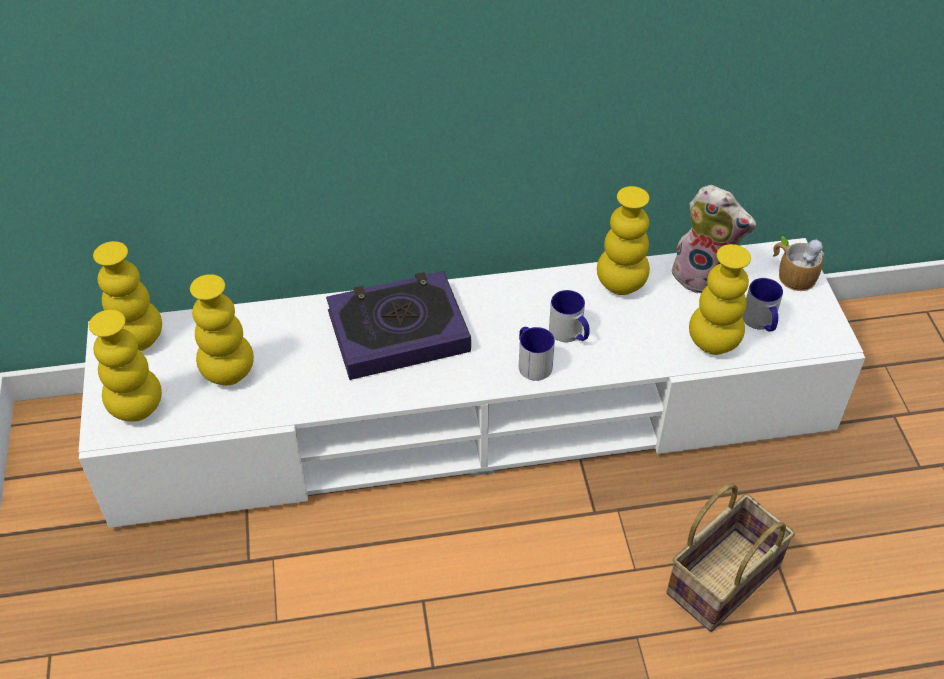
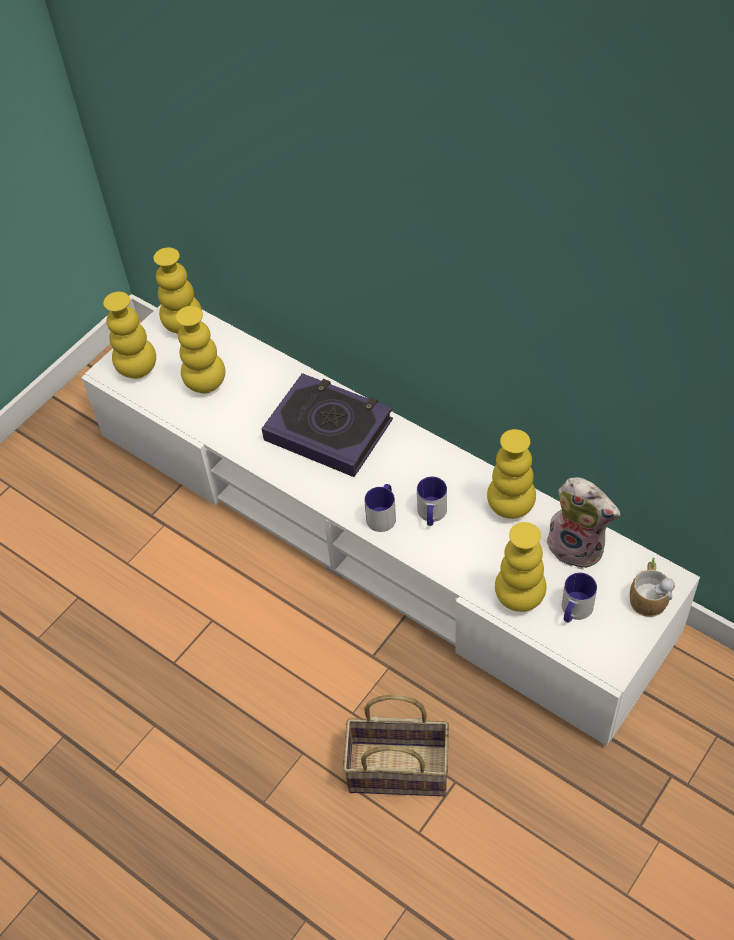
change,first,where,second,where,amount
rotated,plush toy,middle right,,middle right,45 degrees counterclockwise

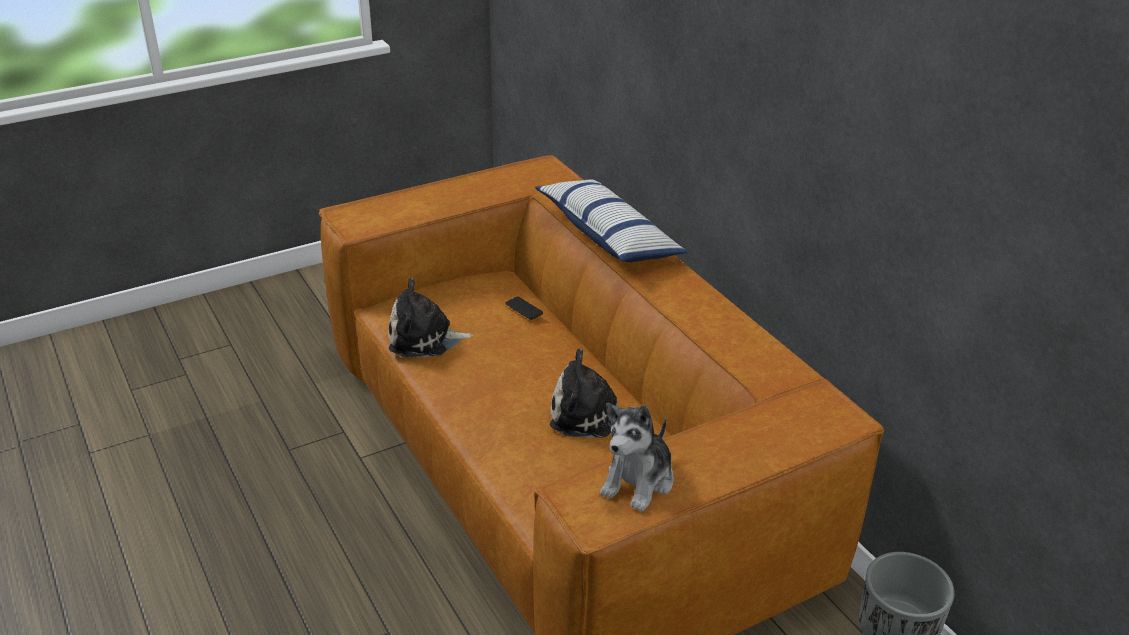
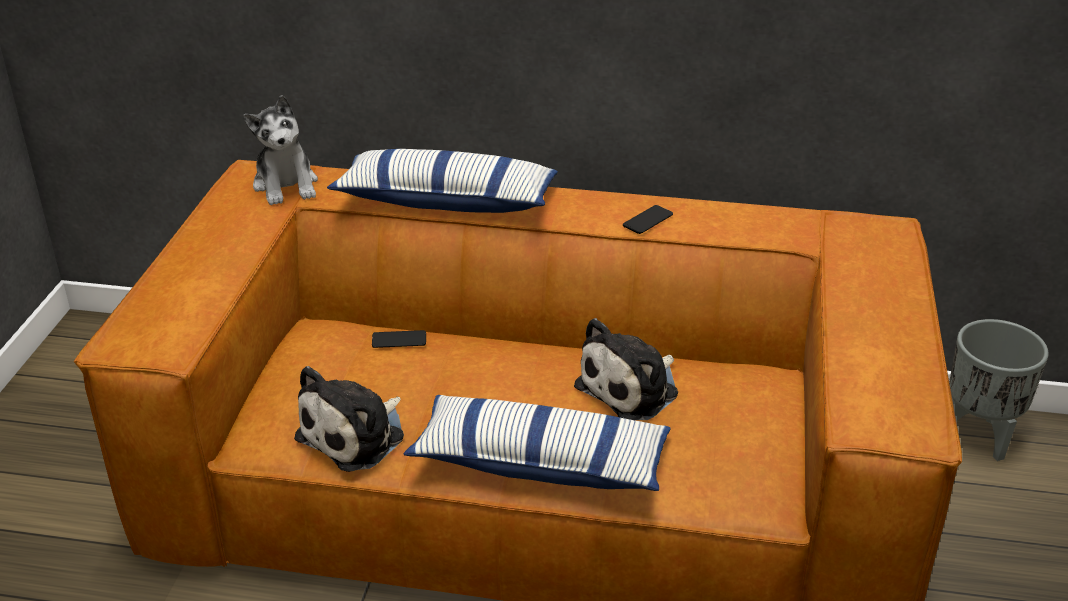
change,first,where,second,where,amount
shifted,plush toy (no. 3 from left in the first image),bottom centre,plush toy (no. 1 from left),top left,
new,,,pillow (no. 2 from left),bottom centre,
new,,,phone (no. 2 from left),centre,

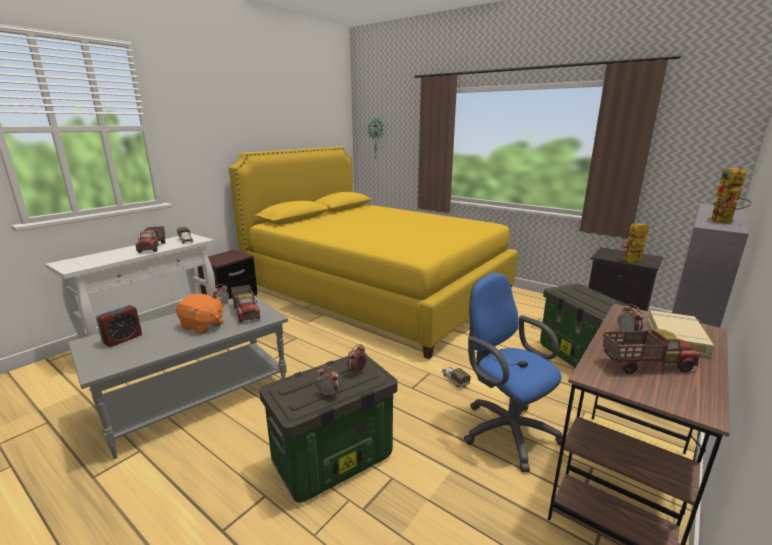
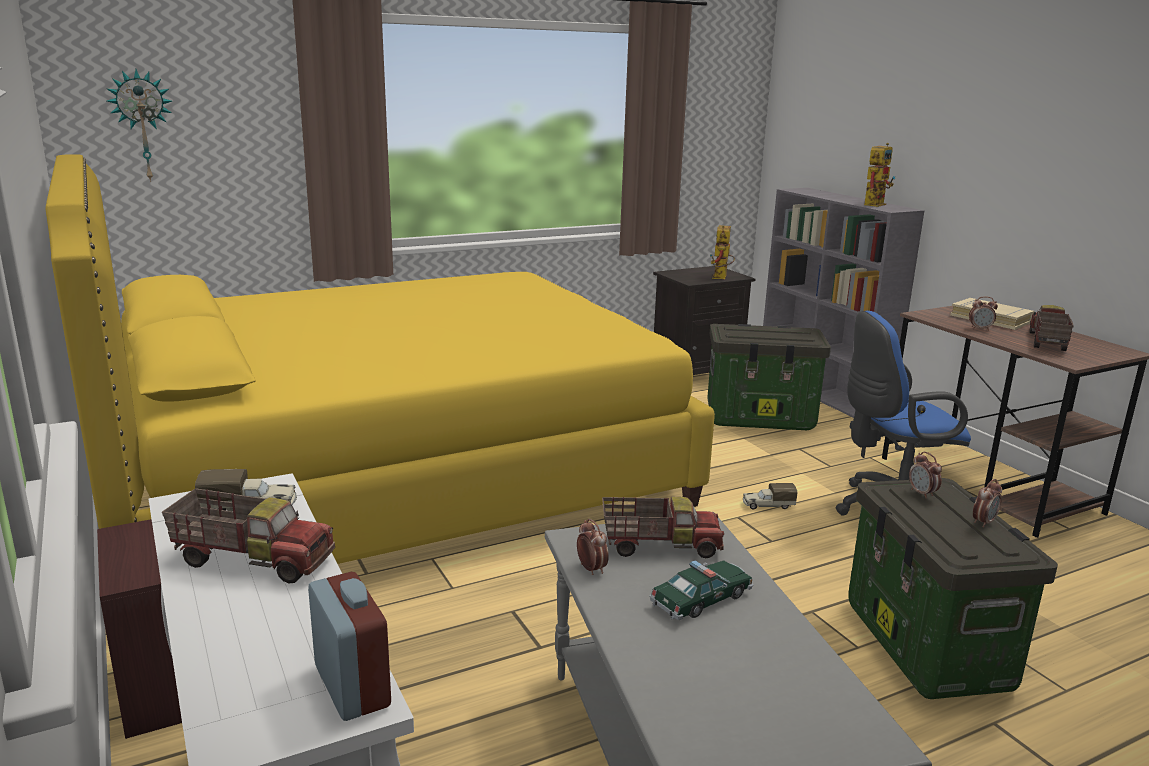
change,first,where,second,where,amount
shifted,alarm clock (no. 1 from left),middle left,,bottom left,
swapped,orange plush toy,middle left,toy car,bottom centre,
rotated,toy robot (no. 2 from left),middle right,,top right,90 degrees counterclockwise

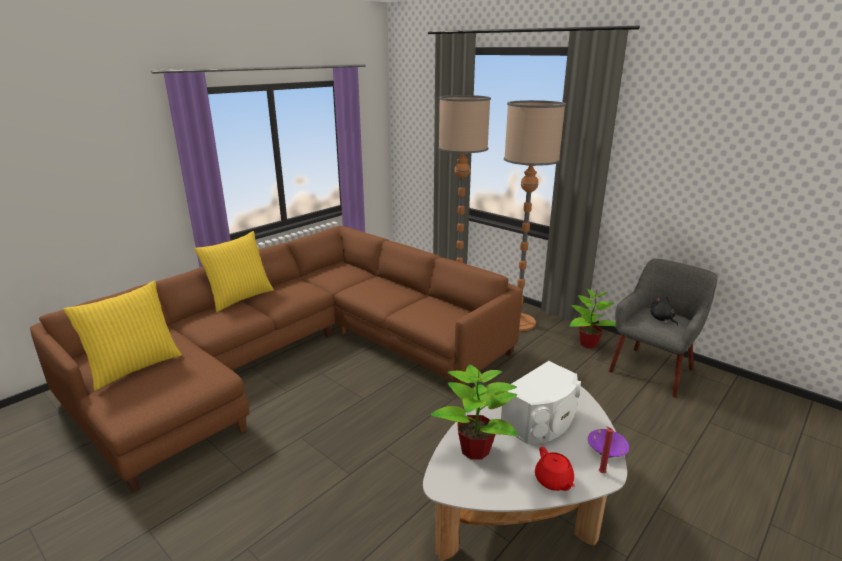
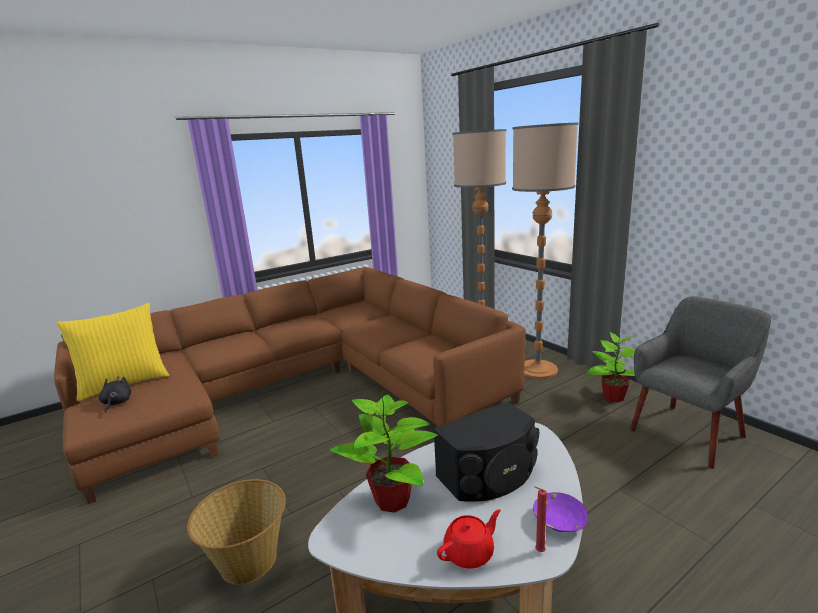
change,first,where,second,where,amount
gone,yellow pillow (no. 2 from left),middle left,,,
repainted,white speaker,bottom centre,black speaker,bottom centre,
rotated,red teapot,bottom centre,,bottom centre,120 degrees counterclockwise
shifted,black plush toy,middle right,,middle left,
new,,,basket,bottom left,

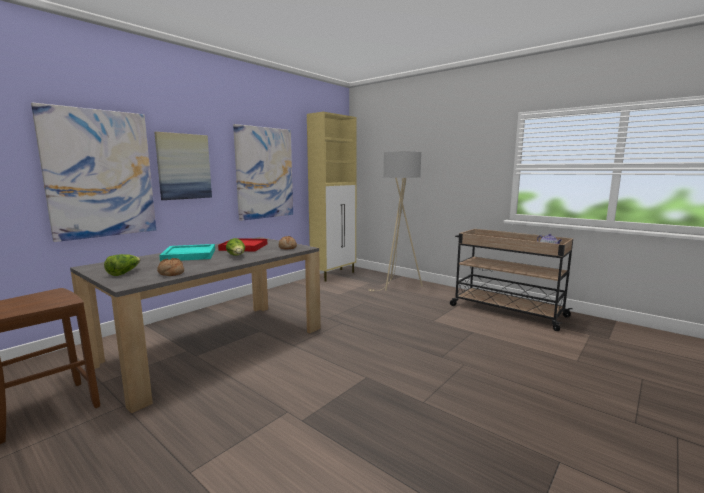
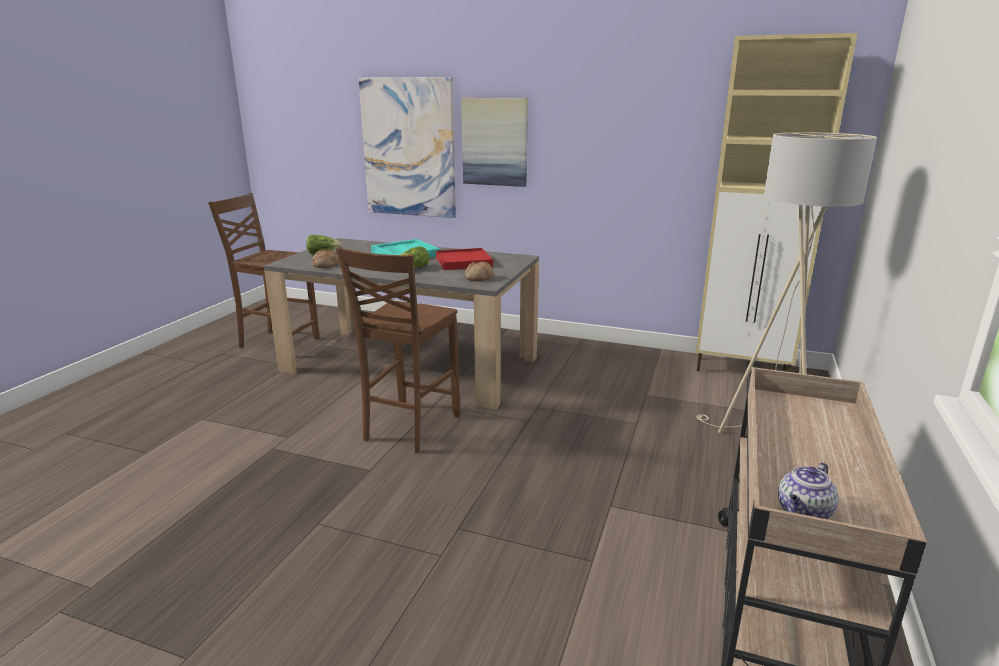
change,first,where,second,where,amount
gone,picture (no. 3 from left),centre,,,
new,,,brown chair (no. 2 from left),centre,

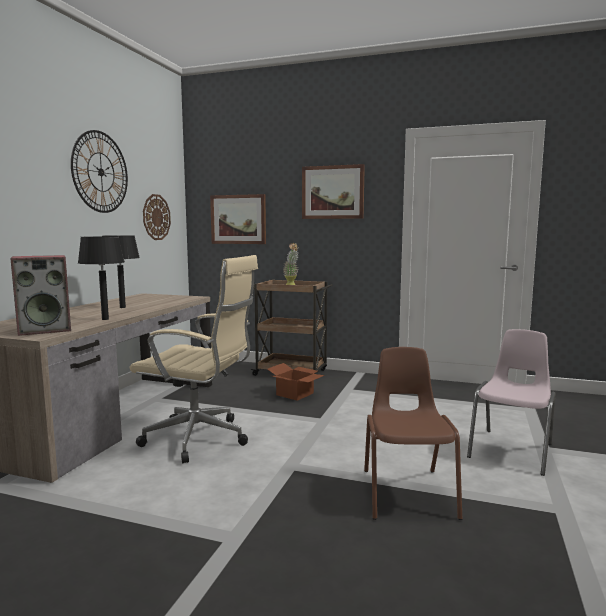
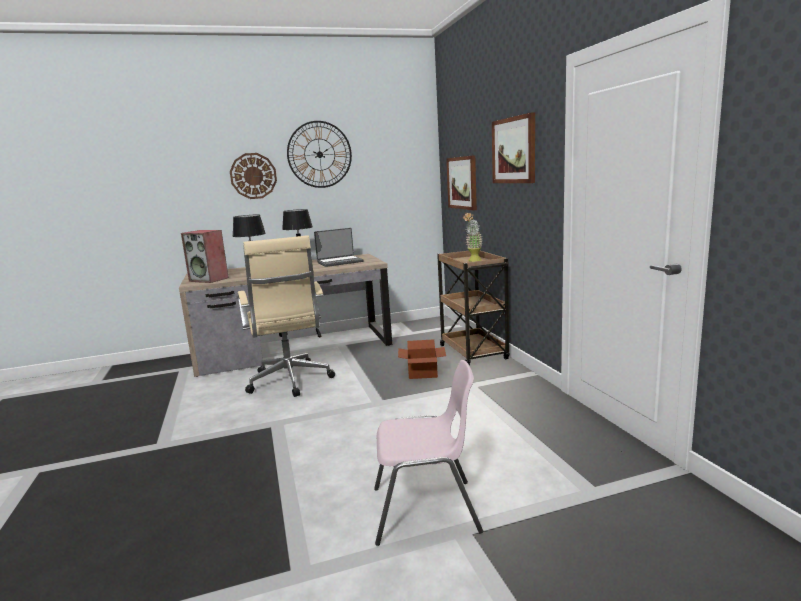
change,first,where,second,where,amount
shifted,wall clock (no. 2 from left in the first image),middle left,wall clock (no. 1 from left),top left,
gone,brown chair,bottom right,,,
new,,,laptop,centre,

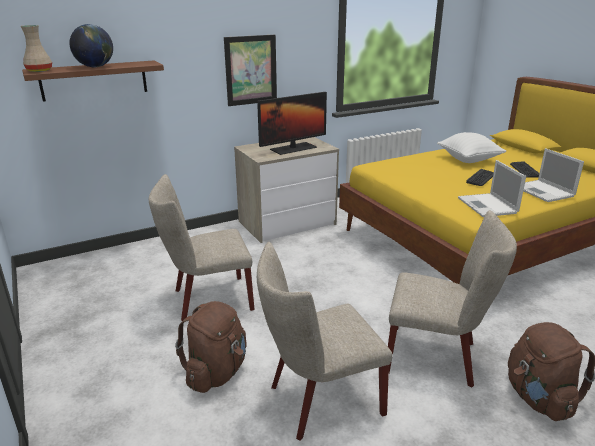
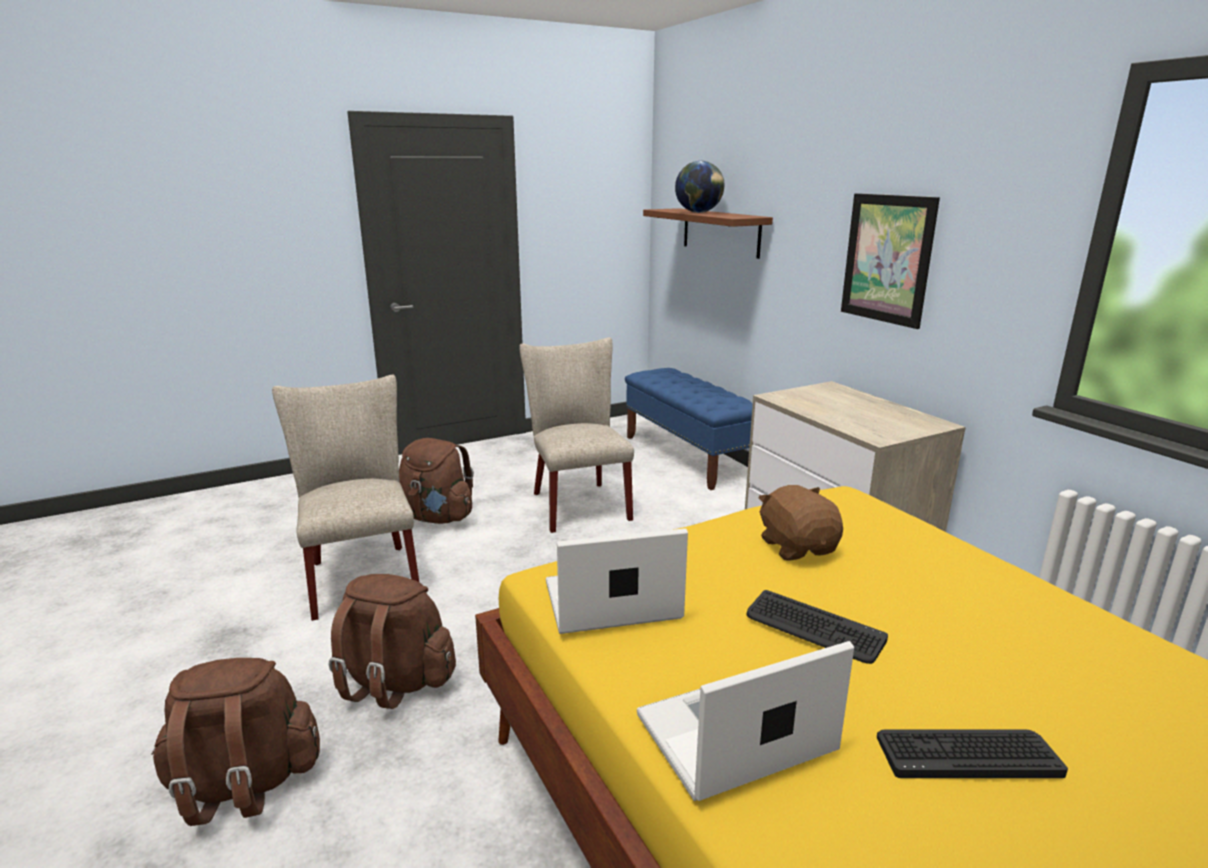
change,first,where,second,where,amount
gone,beige vase,top left,,,
gone,monitor,top centre,,,
swapped,beige chair (no. 3 from left),bottom right,brown backpack (no. 2 from left),bottom left,
gone,white pillow,top right,,,
new,,,blue bench,centre,
new,,,brown plush toy,centre,

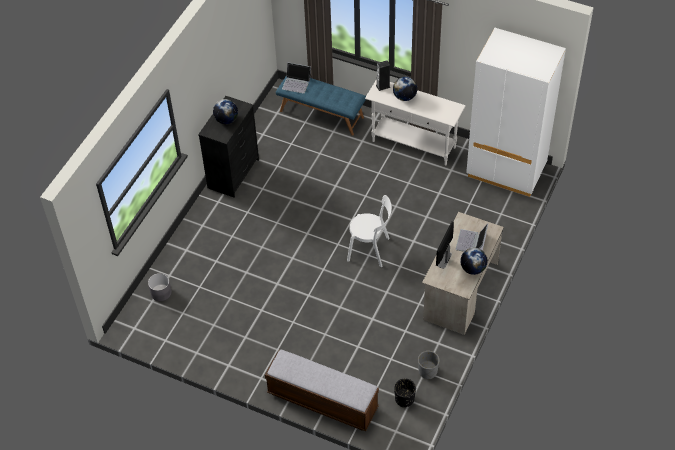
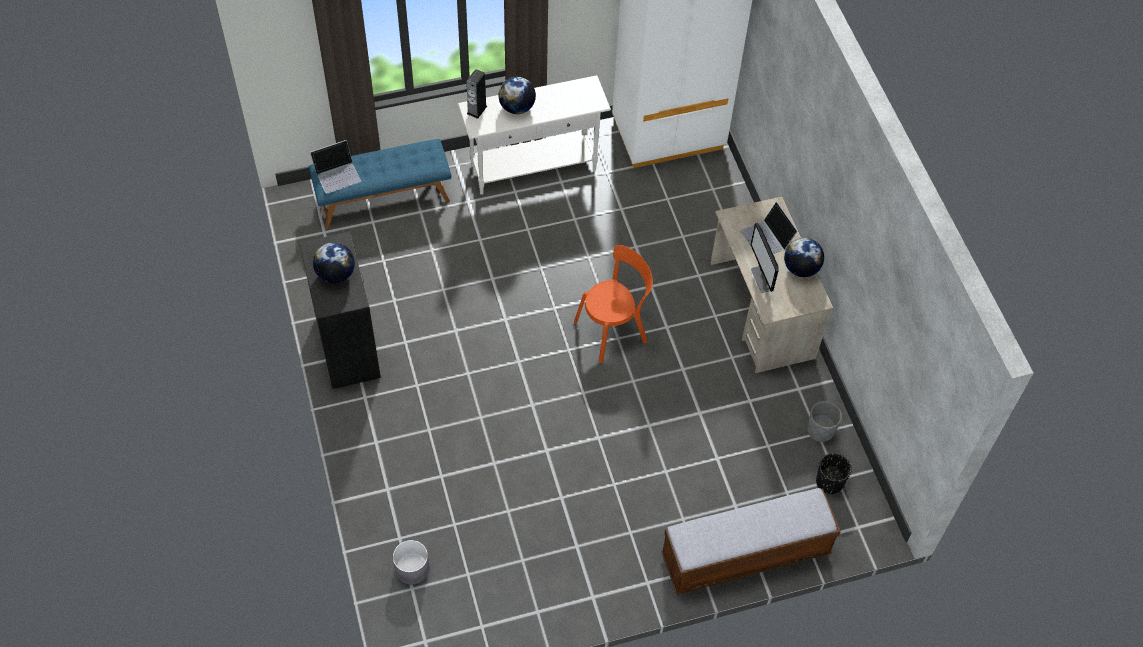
change,first,where,second,where,amount
repainted,white chair,centre,orange chair,centre,

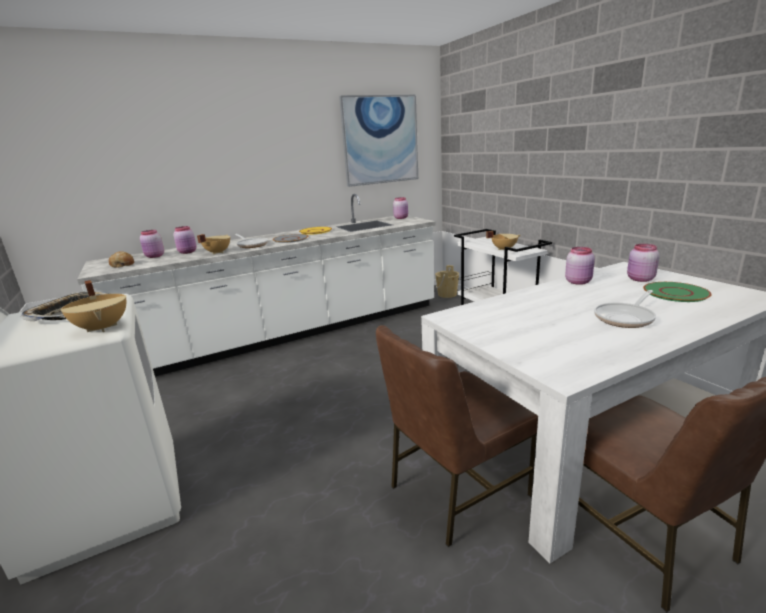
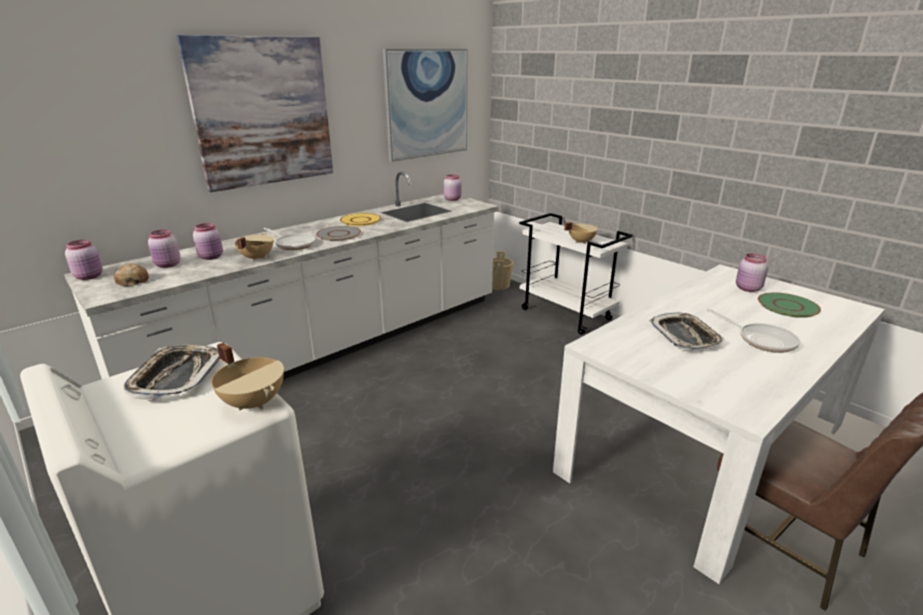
change,first,where,second,where,amount
gone,brown chair (no. 1 from left),bottom centre,,,
shifted,pink jar (no. 4 from left in the first image),middle right,pink jar (no. 1 from left),middle left,
rotated,frying pan (no. 2 from left),middle right,,middle right,75 degrees counterclockwise
new,,,picture (no. 1 from left),top left,
new,,,tray (no. 2 from left),middle right,

